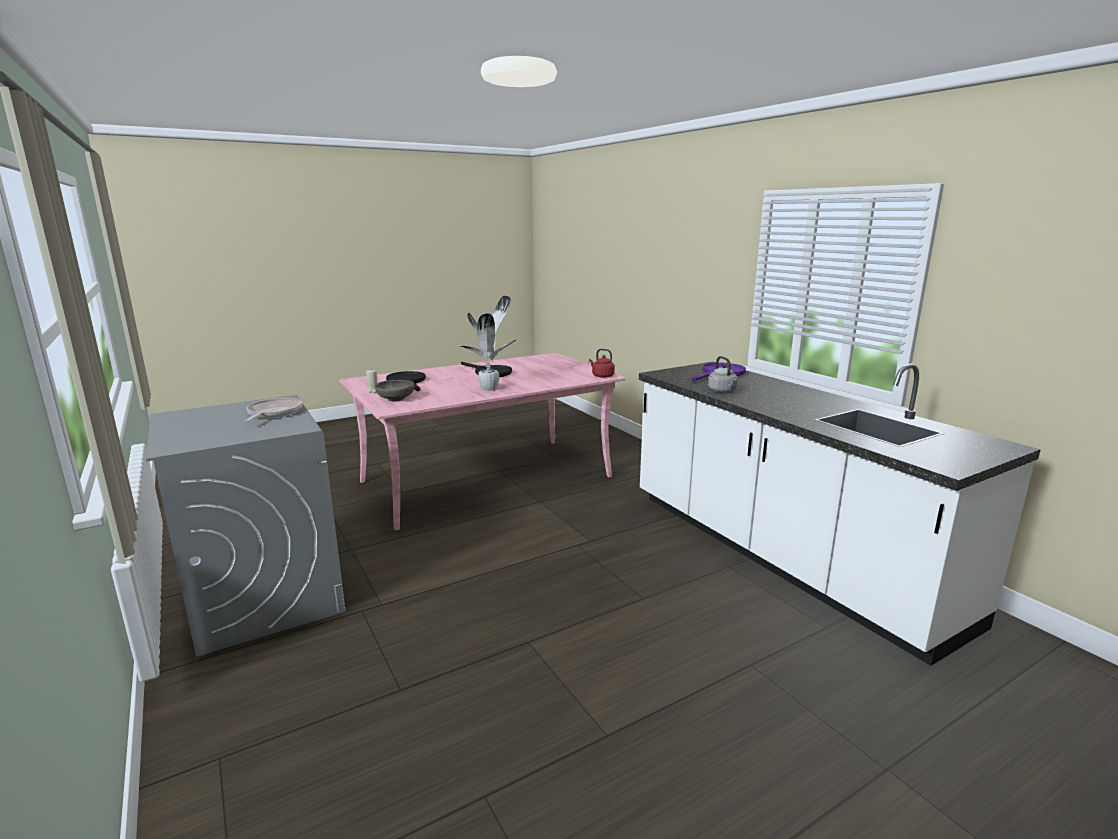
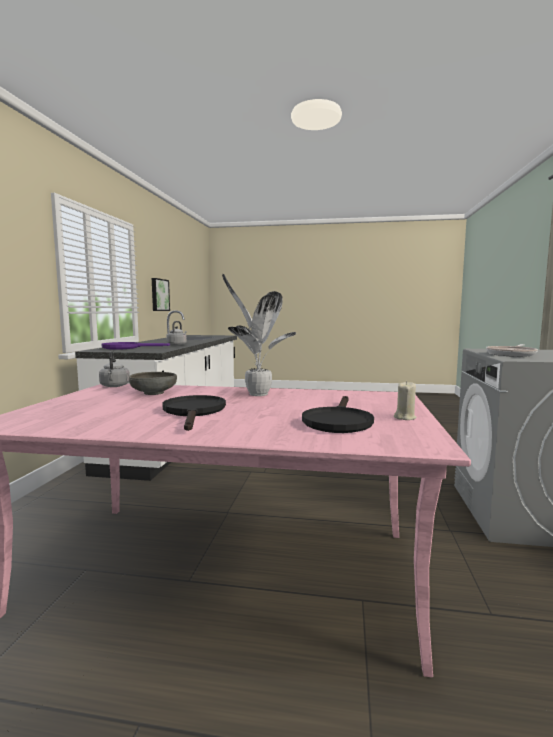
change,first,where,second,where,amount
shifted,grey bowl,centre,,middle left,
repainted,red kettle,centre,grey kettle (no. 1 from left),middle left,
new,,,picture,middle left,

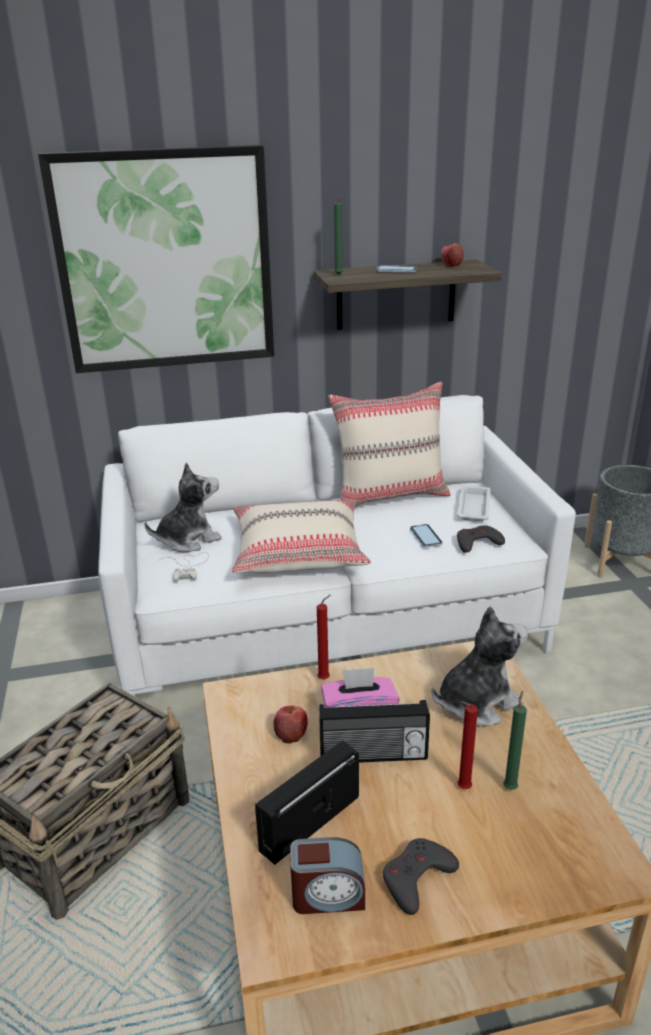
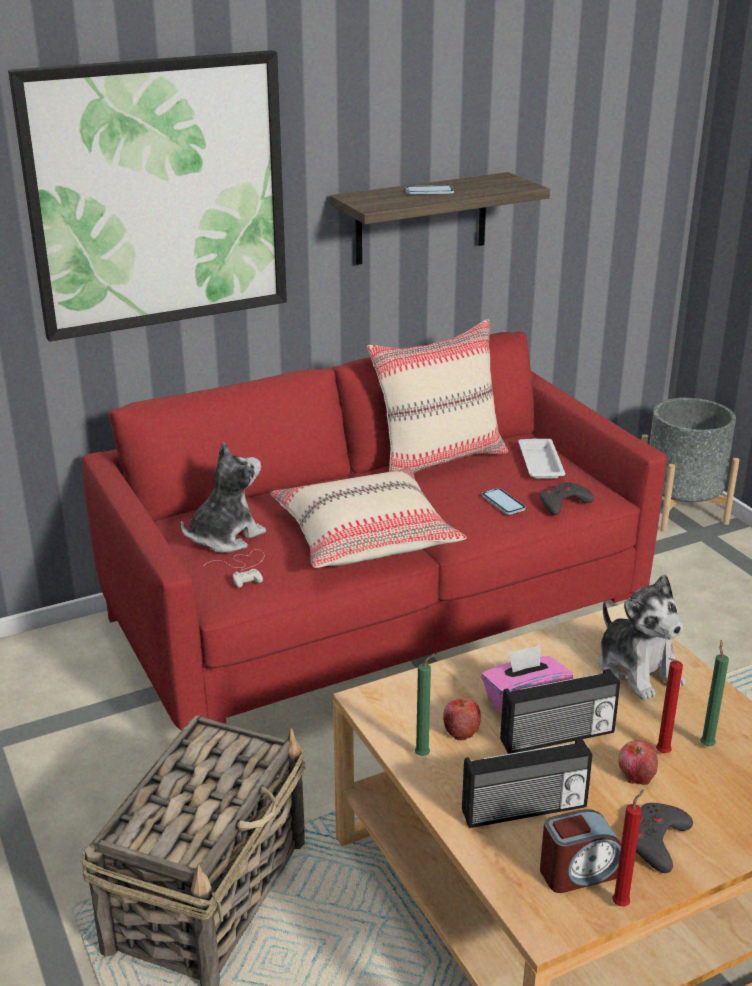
change,first,where,second,where,amount
repainted,white sofa,centre,red sofa,centre,
rotated,radio (no. 1 from left),bottom centre,,bottom right,135 degrees counterclockwise
shifted,red candle (no. 1 from left),centre,,bottom right,
shifted,green candle (no. 1 from left),top centre,,bottom centre,
rotated,plush toy (no. 2 from left),middle right,,middle right,105 degrees clockwise
shifted,apple (no. 2 from left),top right,,bottom right,

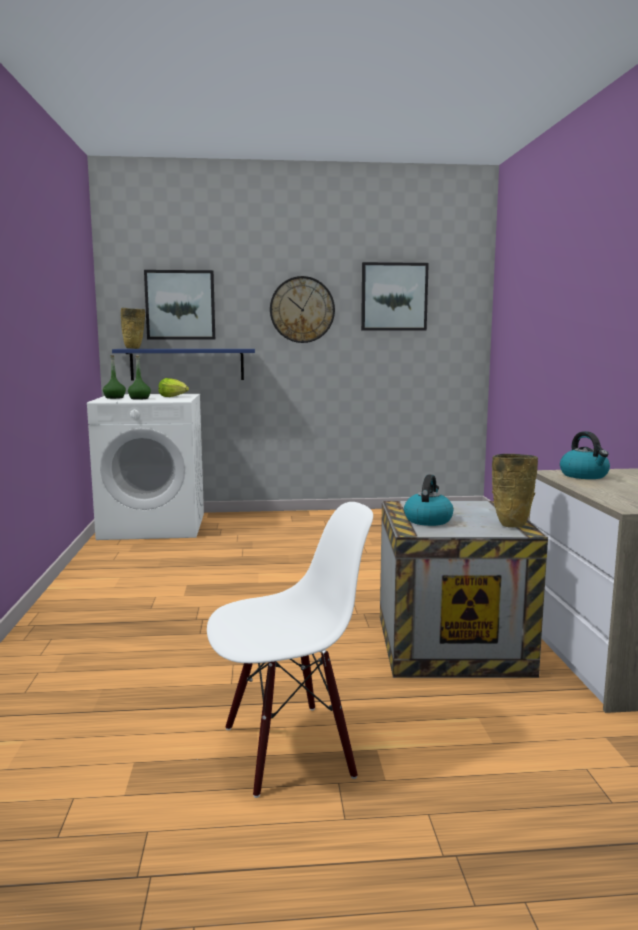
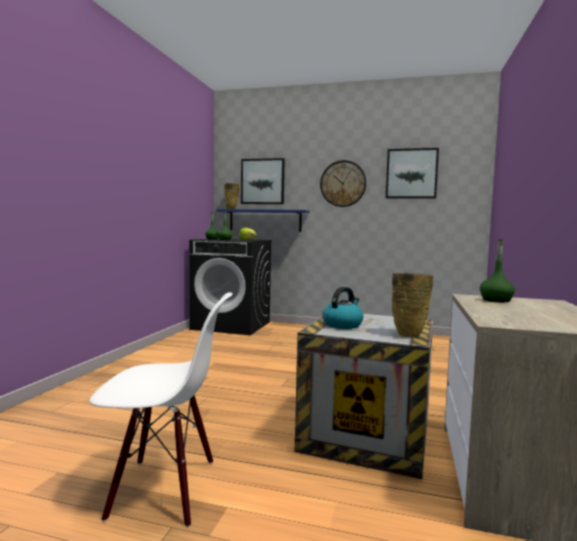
change,first,where,second,where,amount
repainted,white washing machine,middle left,black washing machine,centre,
swapped,kettle (no. 2 from left),middle right,green bottle (no. 3 from left),middle right,

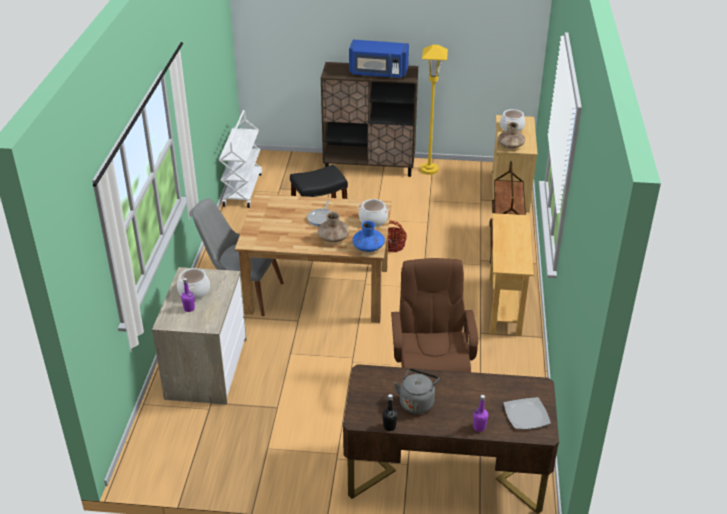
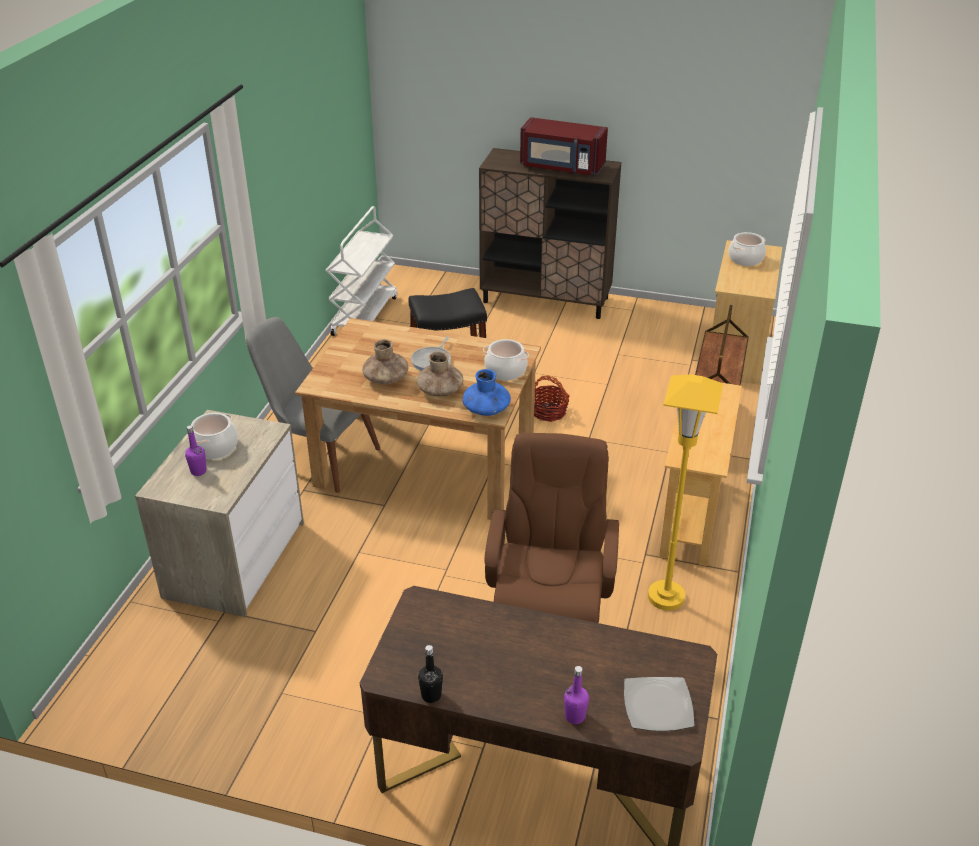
change,first,where,second,where,amount
repainted,blue microwave,top centre,red microwave,top centre,
gone,grey kettle,bottom centre,,,
shifted,yellow floor lamp,top centre,,middle right,
shifted,brown vase (no. 2 from left in the first image),top right,brown vase (no. 1 from left),centre,

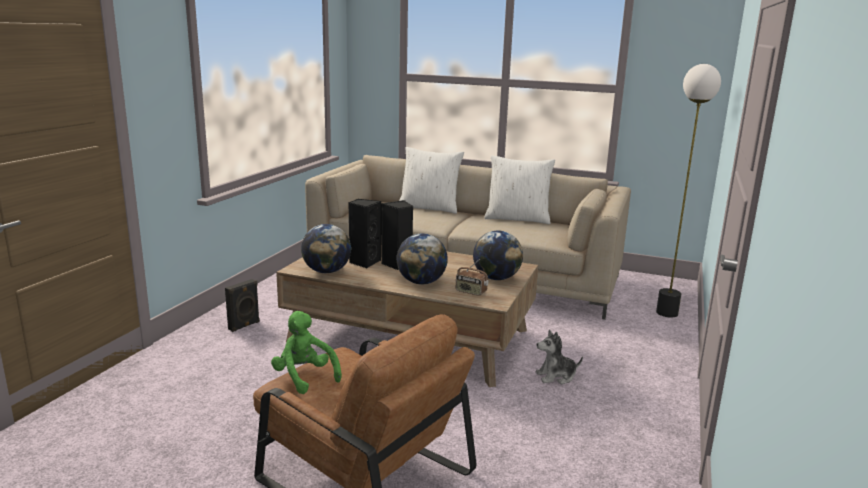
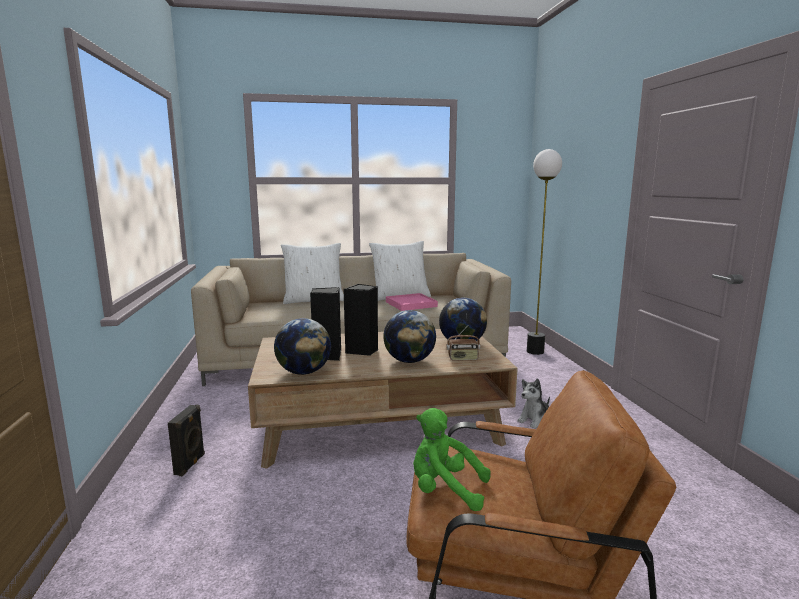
change,first,where,second,where,amount
new,,,pink tray,centre,

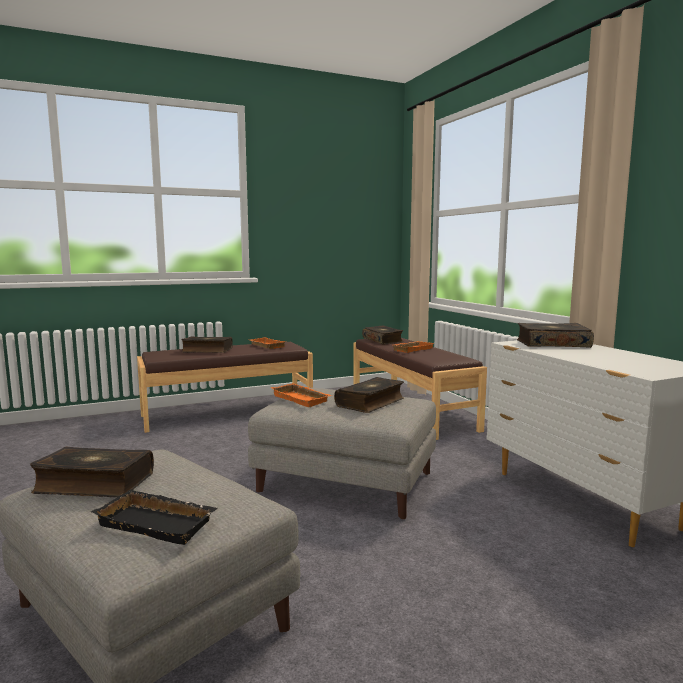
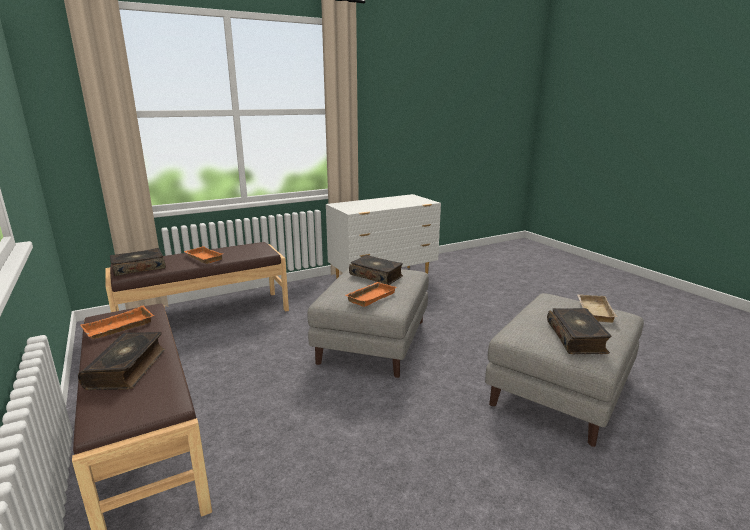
change,first,where,second,where,amount
repainted,black tray,bottom left,beige tray,middle right,
gone,book (no. 5 from left),middle right,,,

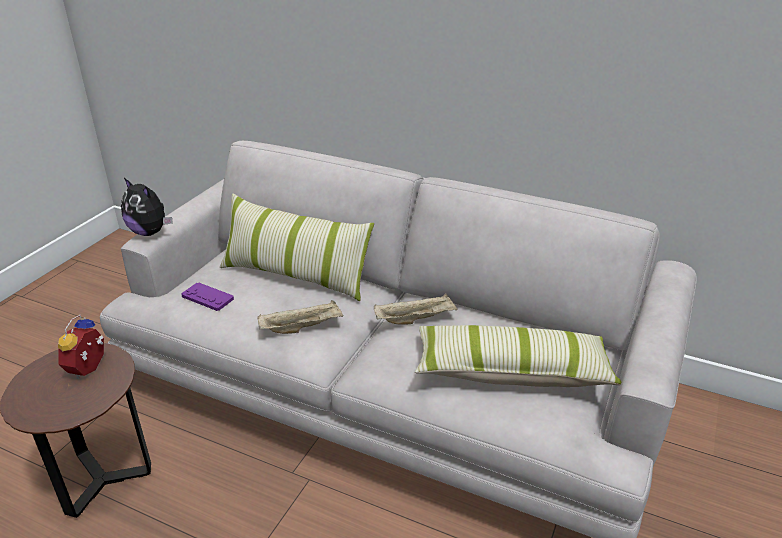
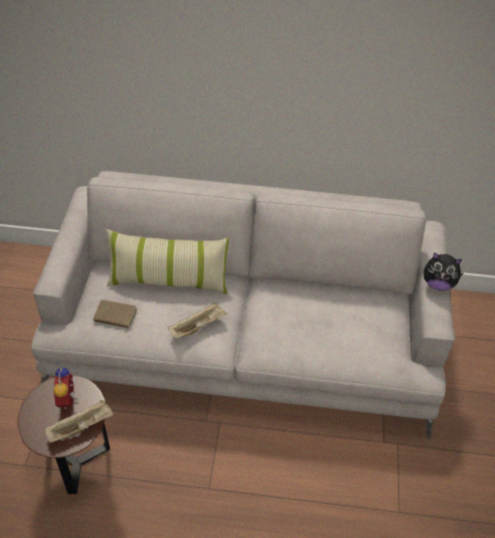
change,first,where,second,where,amount
shifted,plush toy,middle left,,middle right,
swapped,purple game controller,middle left,brown book,middle left,
shifted,beige tray (no. 2 from left in the first image),centre,beige tray (no. 1 from left),bottom left,
gone,pillow (no. 2 from left),centre,,,

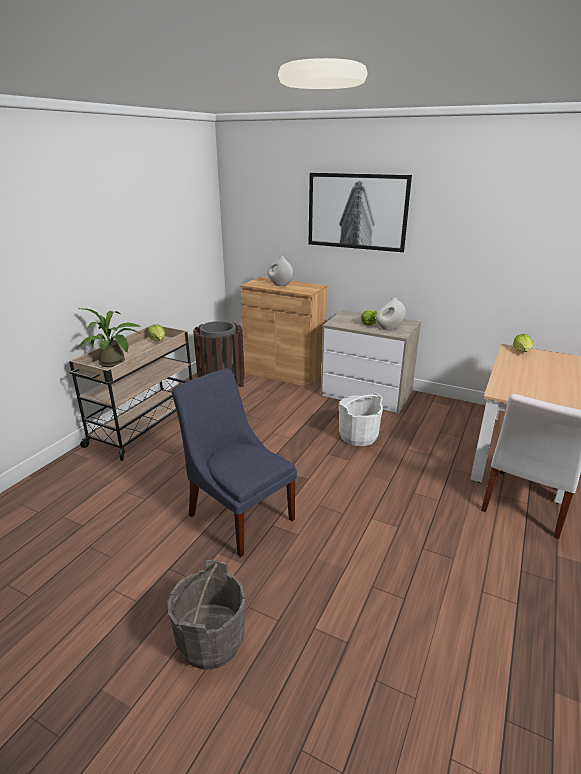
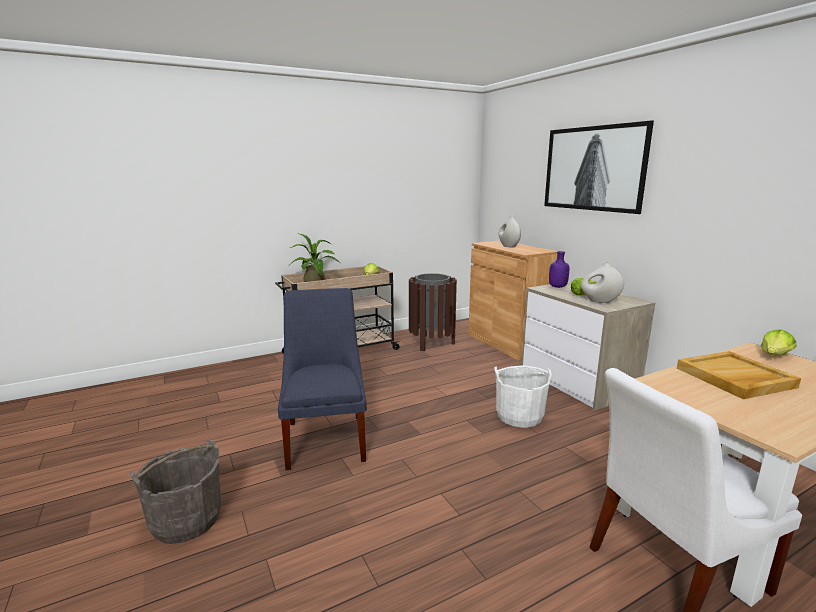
change,first,where,second,where,amount
new,,,purple bottle,middle right,
new,,,beige tray,middle right,

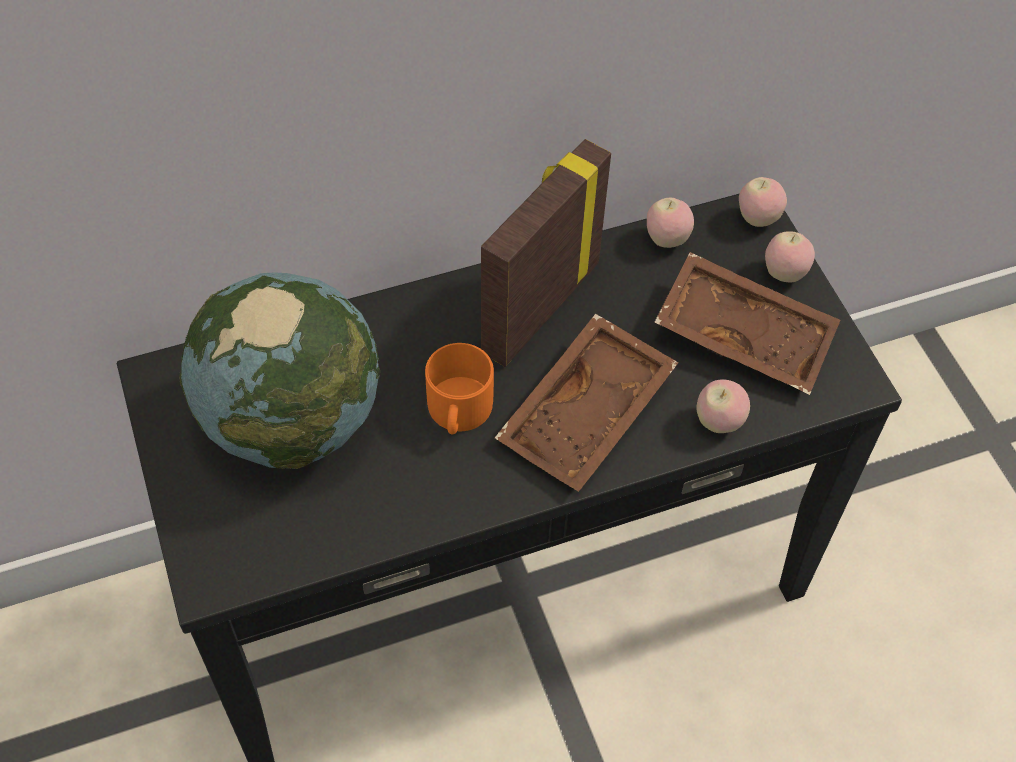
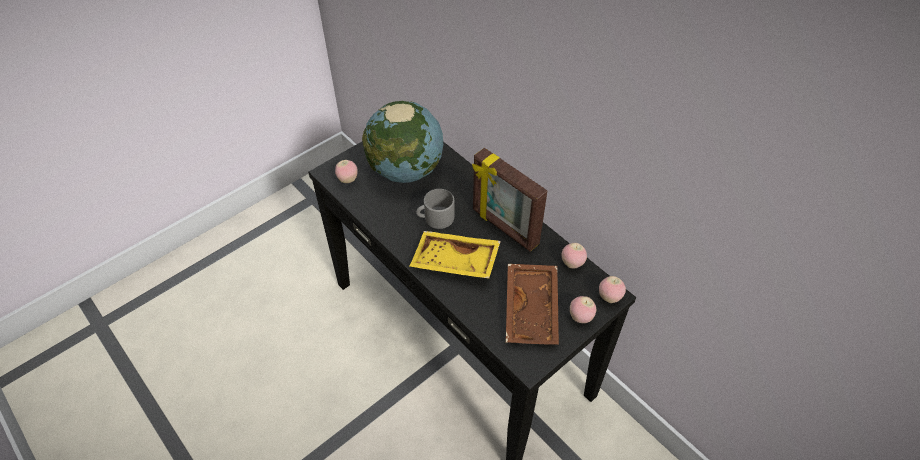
change,first,where,second,where,amount
repainted,orange mug,centre,grey mug,centre,
rotated,picture frame,top centre,,centre,150 degrees counterclockwise
repainted,brown tray (no. 1 from left),centre,yellow tray,centre,
shifted,apple (no. 2 from left in the first image),middle right,apple (no. 1 from left),centre,

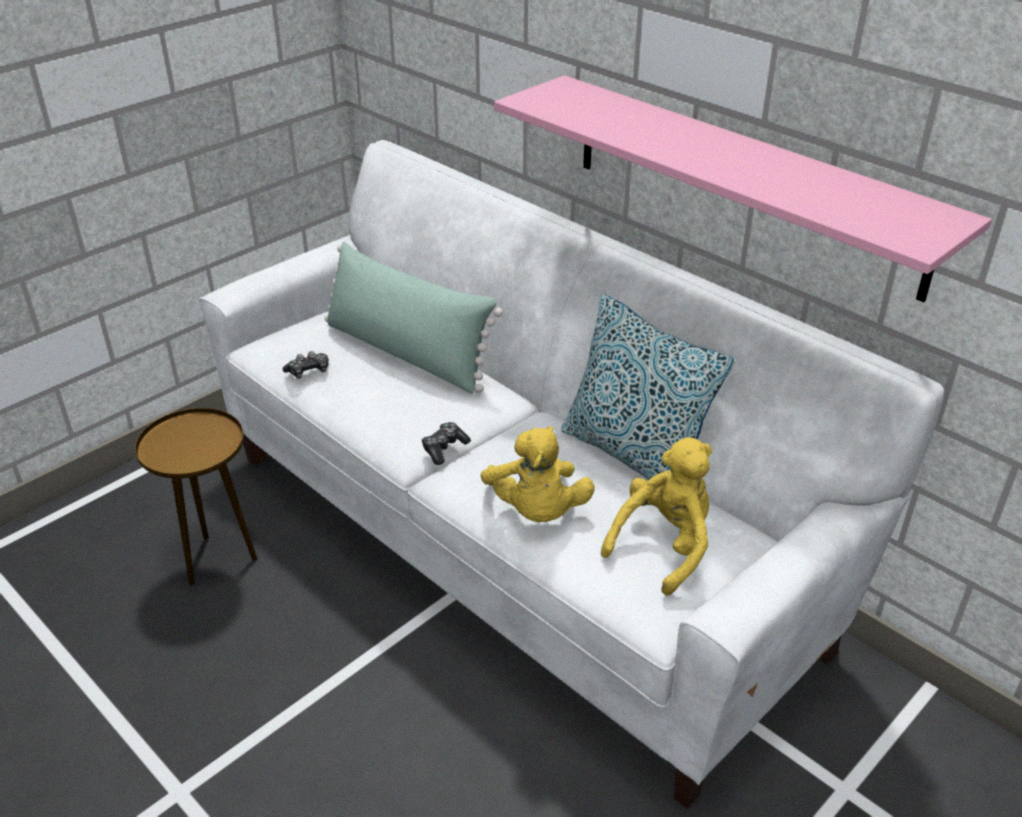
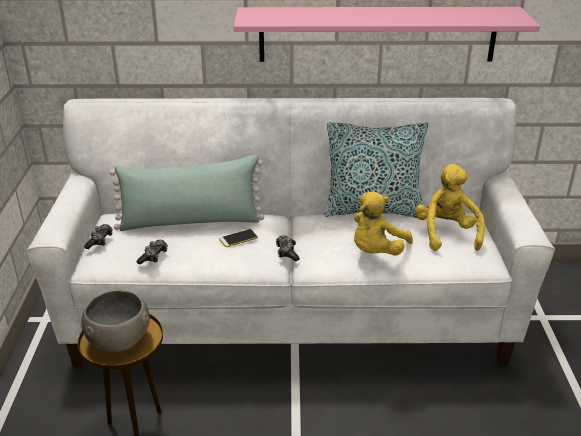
change,first,where,second,where,amount
rotated,yellow plush toy (no. 1 from left),centre,,centre,90 degrees clockwise
new,,,grey bowl,bottom left,
new,,,game controller (no. 1 from left),middle left,
new,,,phone,centre,

